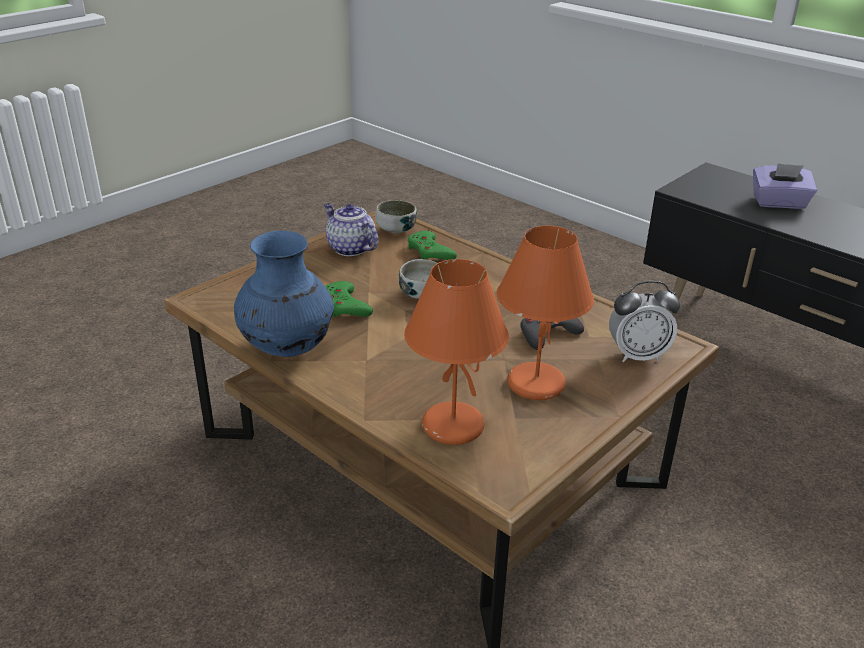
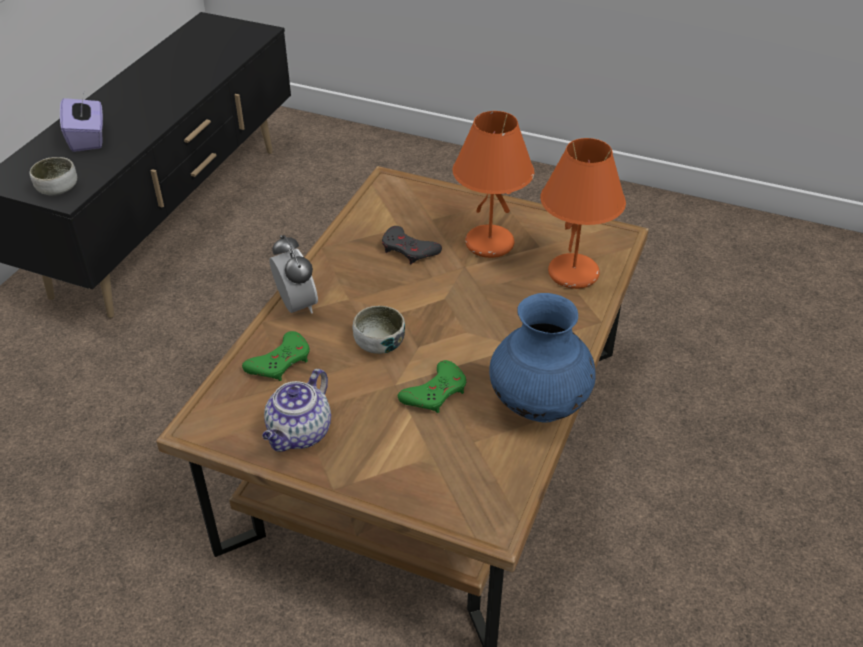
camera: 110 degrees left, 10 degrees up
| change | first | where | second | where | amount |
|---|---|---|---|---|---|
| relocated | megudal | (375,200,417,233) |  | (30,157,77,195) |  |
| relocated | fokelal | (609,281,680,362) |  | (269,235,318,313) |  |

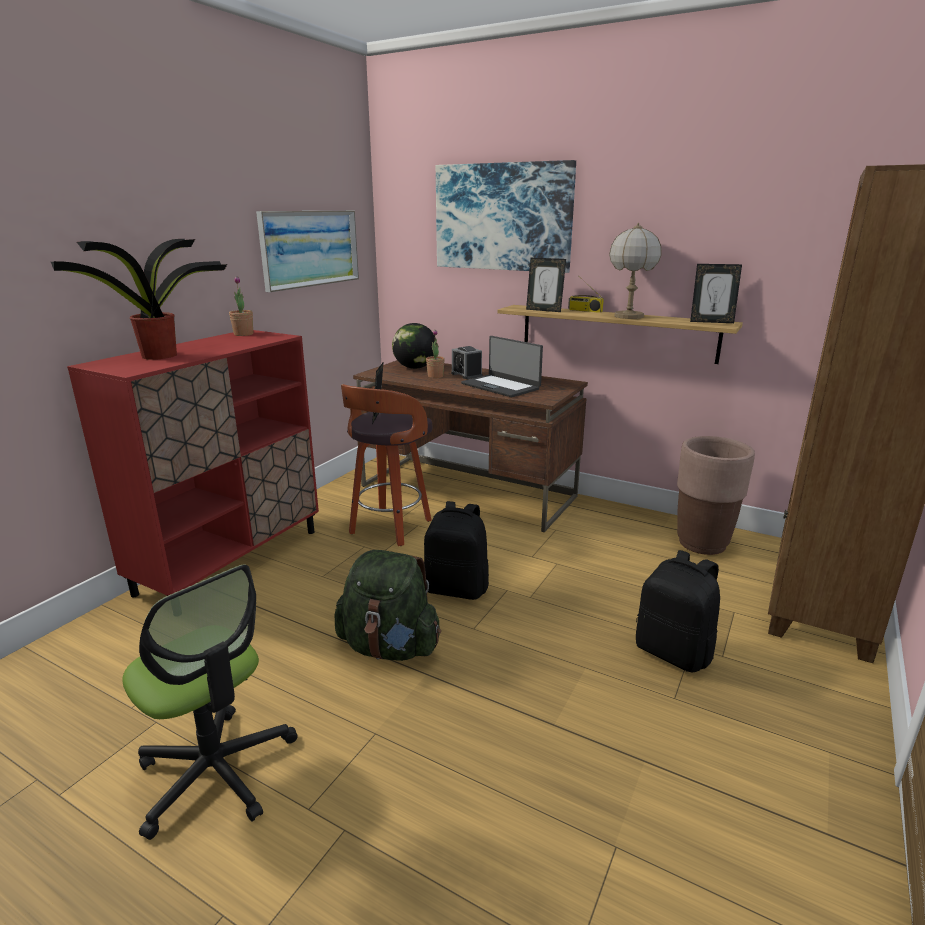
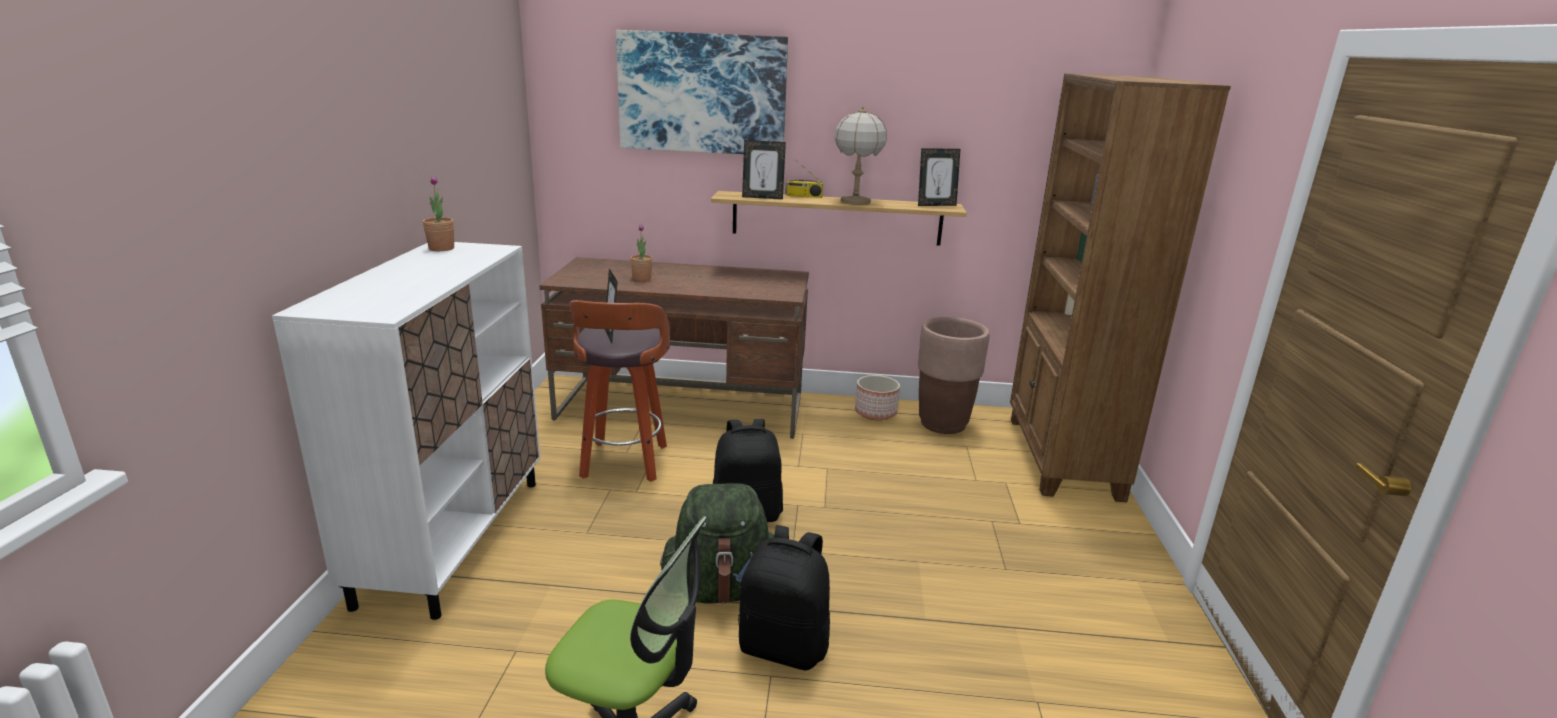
camera: 25 degrees left, 0 degrees up
| change | first | where | second | where | amount |
|---|---|---|---|---|---|
| missing | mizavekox | (256,211,359,292) |  |  |  |
| missing | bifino | (51,239,227,360) |  |  |  |
| missing | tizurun | (392,323,437,369) |  |  |  |
| colour | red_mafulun | (67,330,319,597) | white_mafulun | (272,242,540,620) |  |
| missing | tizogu | (461,336,543,397) |  |  |  |
| missing | fokelal | (451,346,482,379) |  |  |  |
| relocated | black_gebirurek | (636,550,720,673) |  | (738,525,830,670) |  |
| appeared |  |  | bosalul | (855,375,900,421) |  |

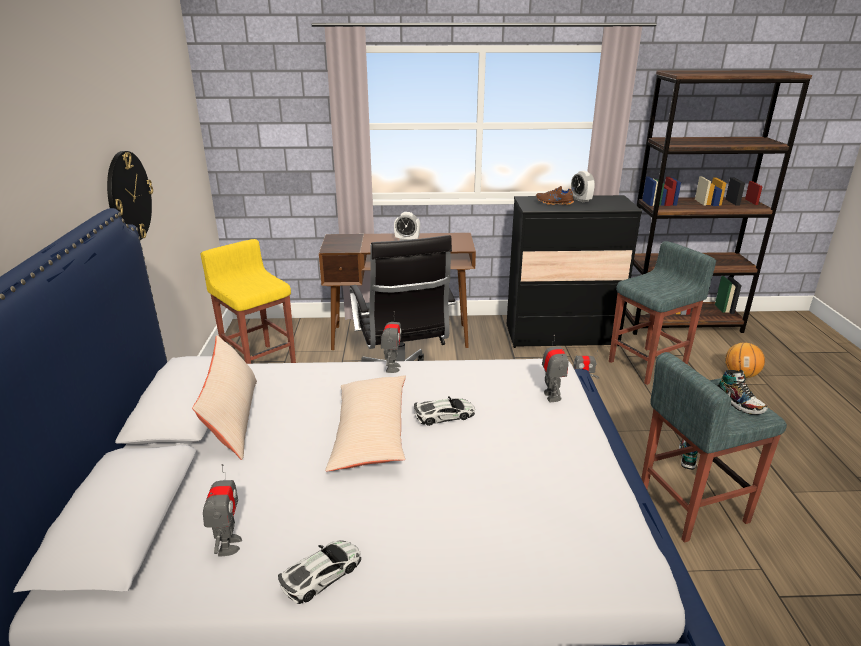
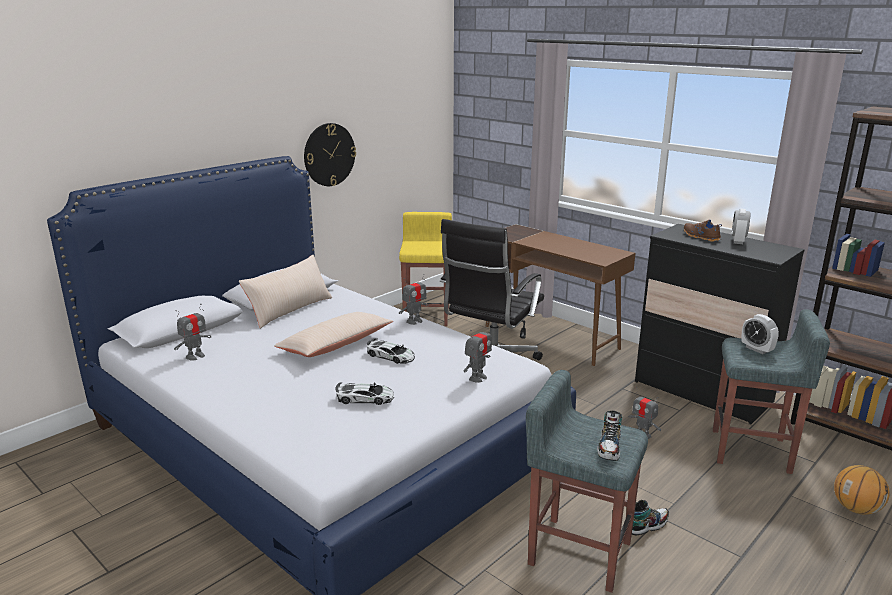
camera: 45 degrees right, 5 degrees down
| change | first | where | second | where | amount |
|---|---|---|---|---|---|
| relocated | fokelal | (394,212,420,241) |  | (741,314,779,354) |  |
| relocated | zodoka | (278,541,361,604) |  | (335,383,394,405) |  |

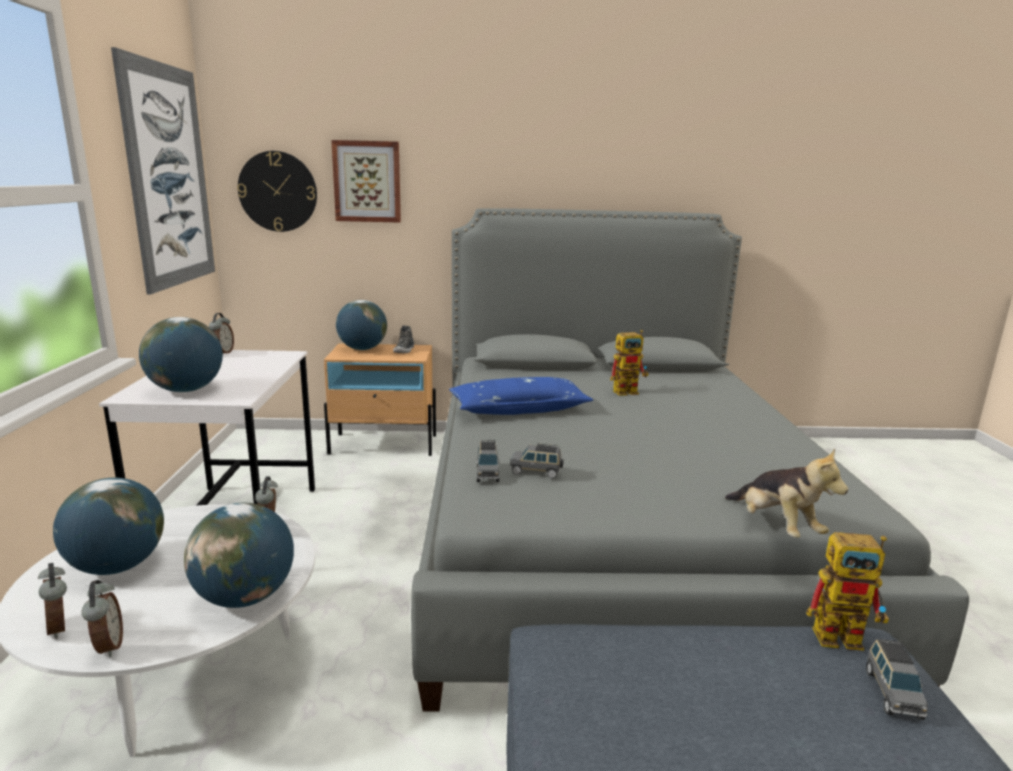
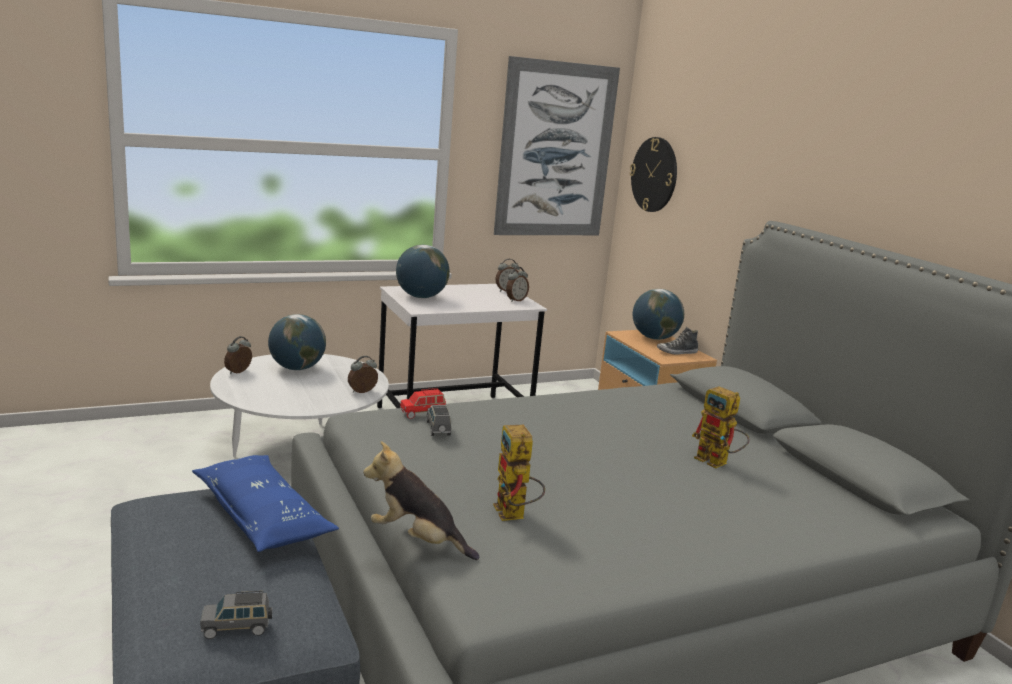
camera: 65 degrees right, 0 degrees up
| change | first | where | second | where | amount |
|---|---|---|---|---|---|
| missing | mizavekox | (331,140,401,223) |  |  |  |
| relocated | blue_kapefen | (449,377,593,415) |  | (192,455,339,552) |  |
| colour | grey_zodoka | (476,440,500,482) | red_zodoka | (400,388,446,419) |  |
| spun | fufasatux | (725,448,848,538) |  | (363,441,479,560) | 75 degrees clockwise |
| missing | tizurun | (184,503,294,608) |  |  |  |
| relocated | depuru | (806,532,889,651) |  | (493,425,545,521) |  |
| relocated | fokelal | (81,580,123,657) |  | (506,267,529,302) |  |

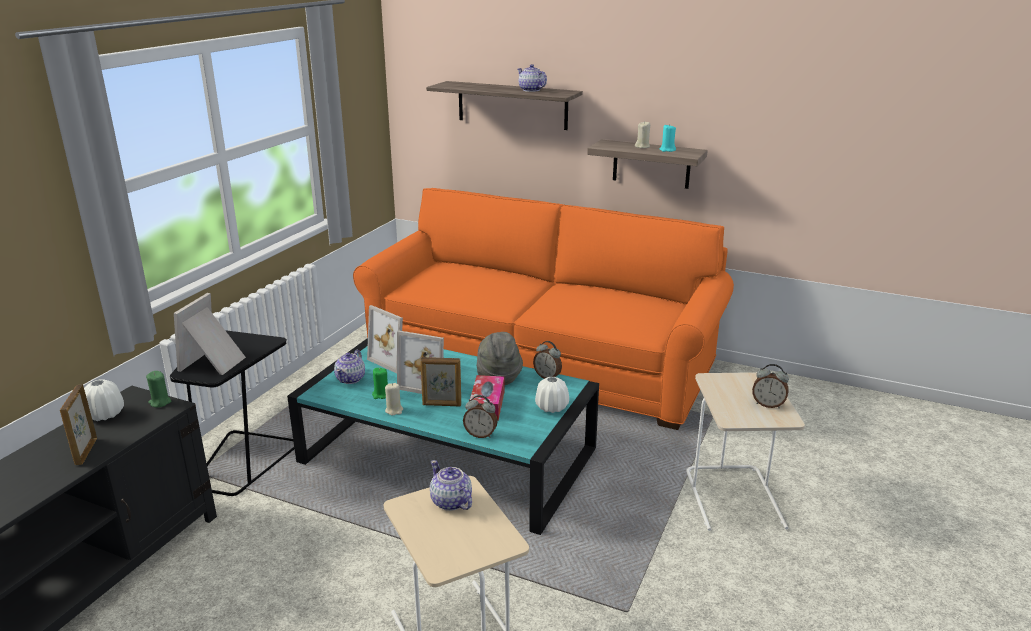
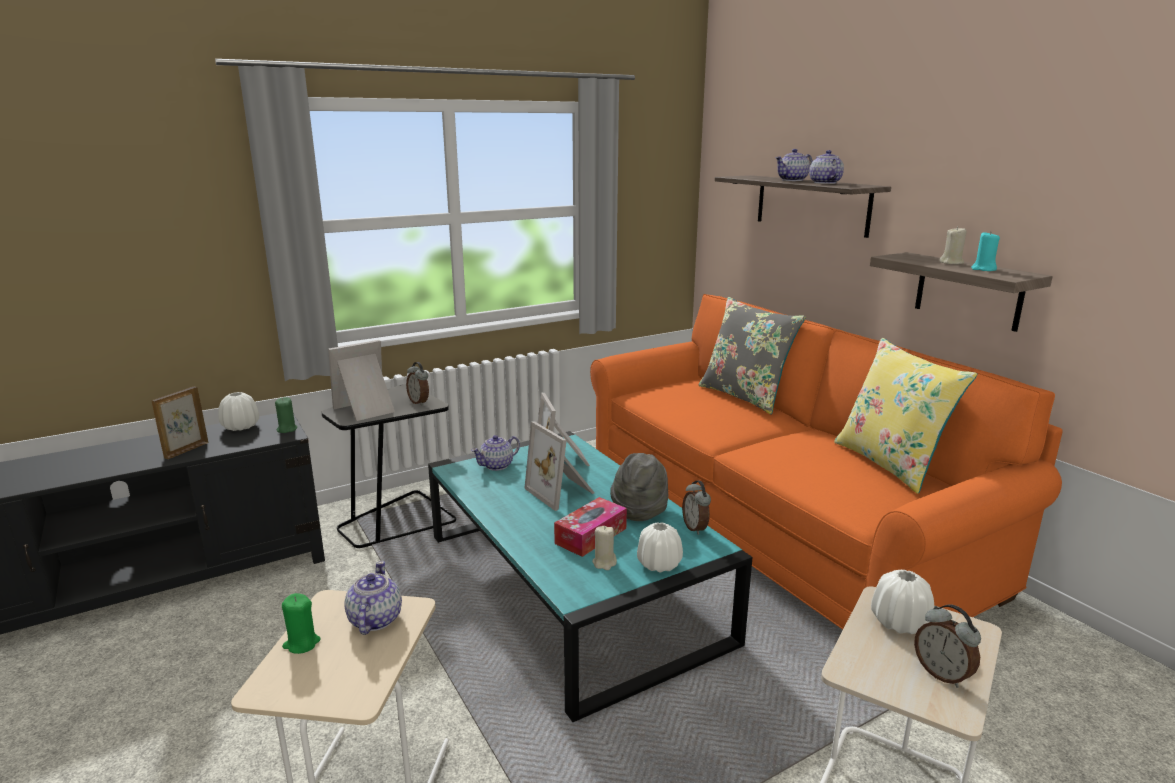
camera: 35 degrees right, 5 degrees down
| change | first | where | second | where | amount |
|---|---|---|---|---|---|
| missing | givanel | (420,357,461,407) |  |  |  |
| relocated | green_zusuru | (372,368,388,399) |  | (282,593,320,654) |  |
| relocated | beige_zusuru | (385,383,403,415) |  | (592,526,617,570) |  |
| relocated | fokelal | (463,395,498,438) |  | (406,362,429,406) |  |
| appeared |  |  | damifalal | (775,149,813,181) |  |
| appeared |  |  | grey_kapefen | (699,297,806,415) |  |
| appeared |  |  | yellow_kapefen | (834,338,977,494) |  |
| appeared |  |  | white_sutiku | (871,570,934,634) |  |

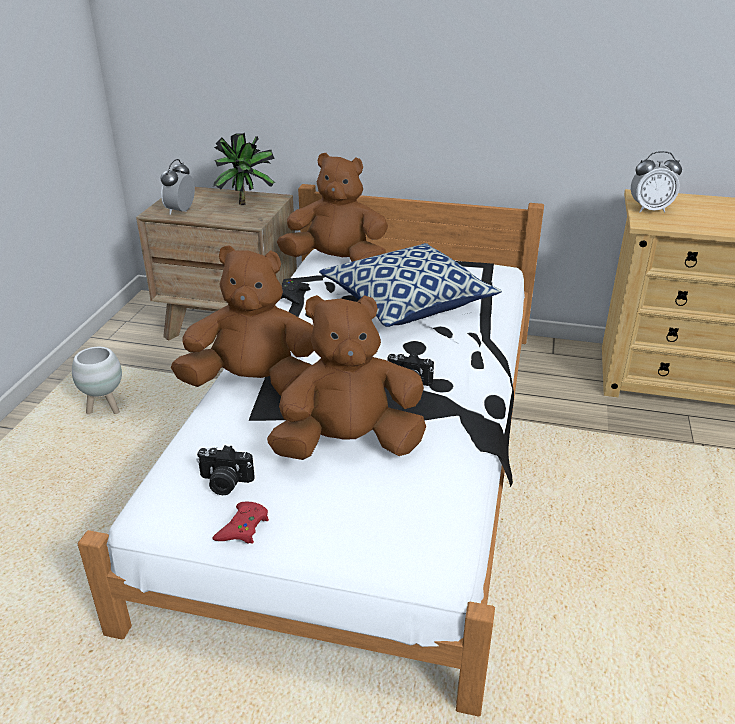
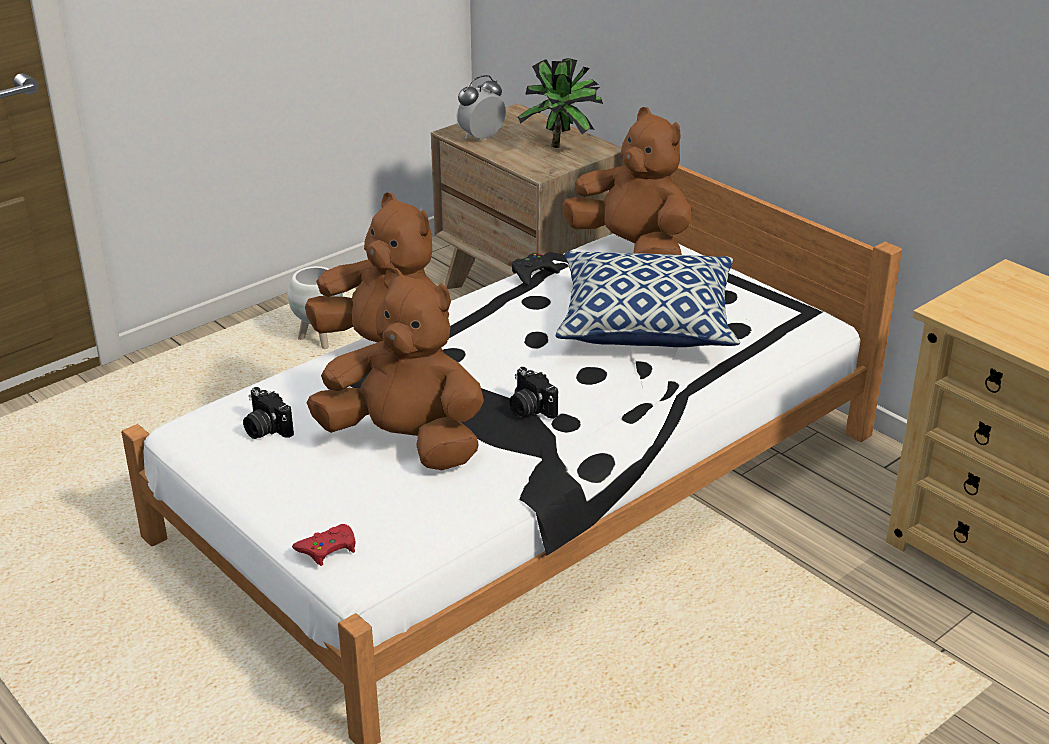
camera: 35 degrees right, 0 degrees up
| change | first | where | second | where | amount |
|---|---|---|---|---|---|
| missing | fokelal | (631,151,682,213) |  |  |  |
| relocated | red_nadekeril | (212,501,269,544) |  | (292,524,355,566) |  |

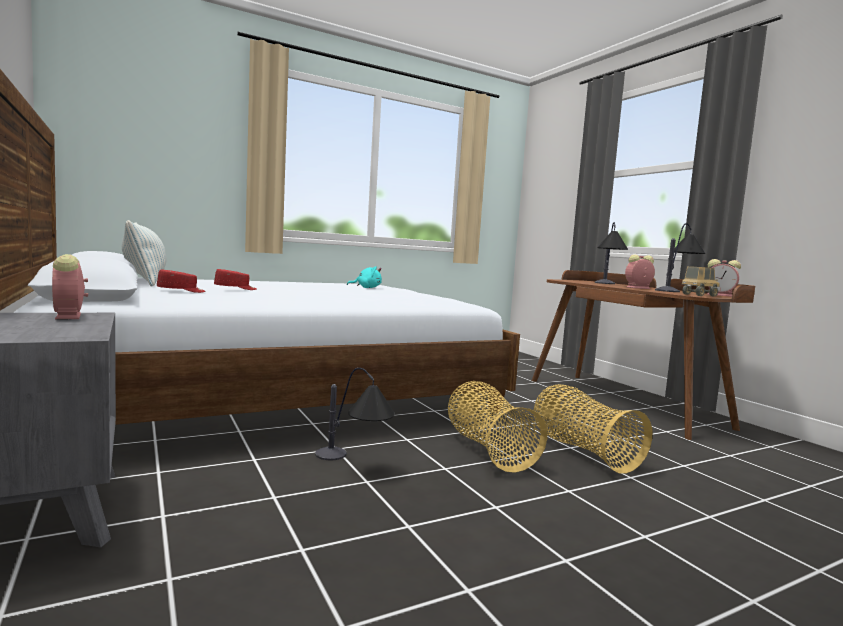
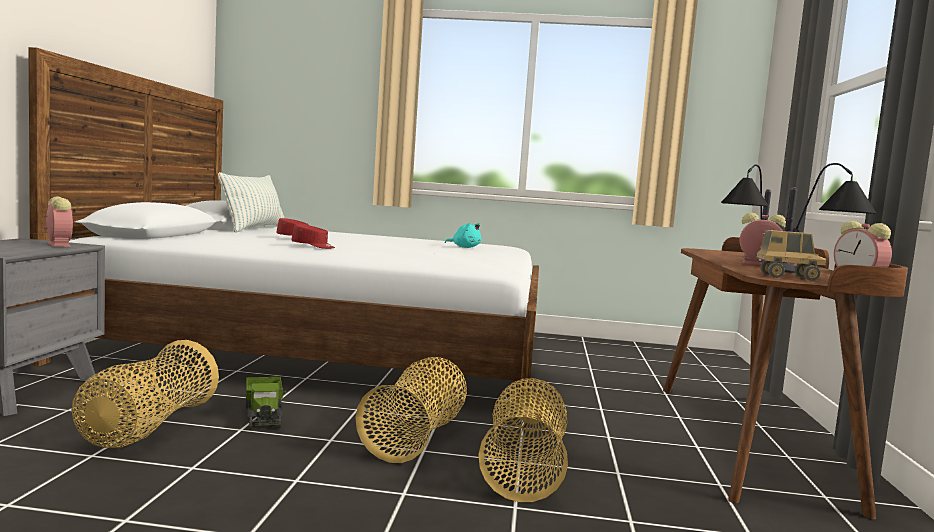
camera: 35 degrees right, 0 degrees up
| change | first | where | second | where | amount |
|---|---|---|---|---|---|
| spun | fokelal | (52,254,88,320) |  | (44,196,73,247) | 135 degrees clockwise |
| relocated | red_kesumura | (157,270,205,293) |  | (292,224,335,249) |  |
| exchanged | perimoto | (315,368,395,460) | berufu | (246,377,286,429) |  |
| appeared |  |  | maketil | (71,340,219,448) |  |

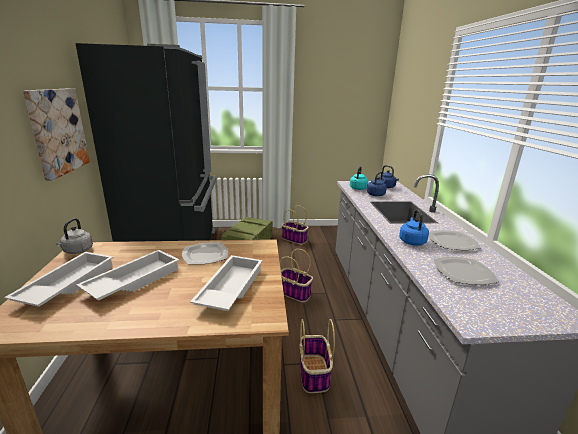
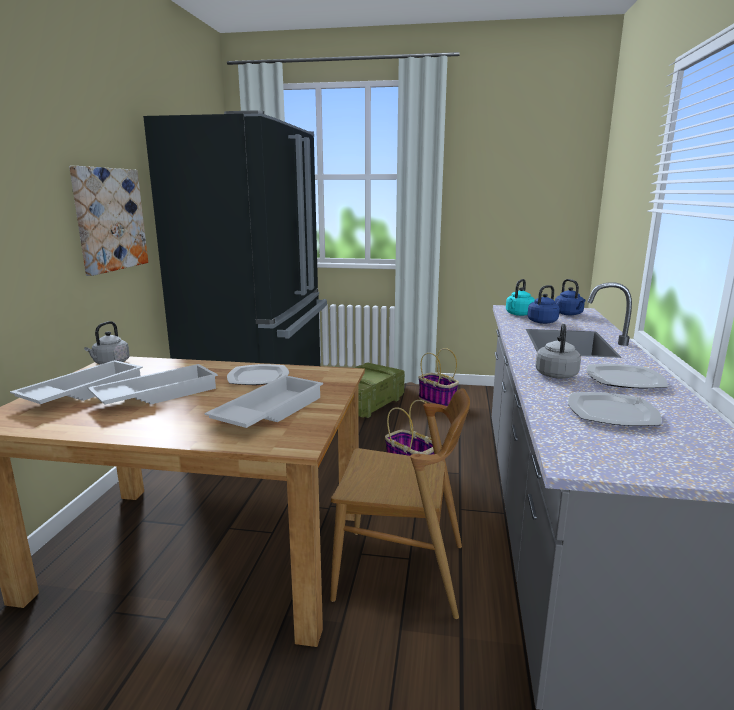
camera: 15 degrees right, 5 degrees down
| change | first | where | second | where | amount |
|---|---|---|---|---|---|
| colour | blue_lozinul | (399,210,429,246) | grey_lozinul | (535,324,581,379) |  |
| exchanged | maketil | (299,319,335,393) | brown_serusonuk | (330,388,470,619) |  |

